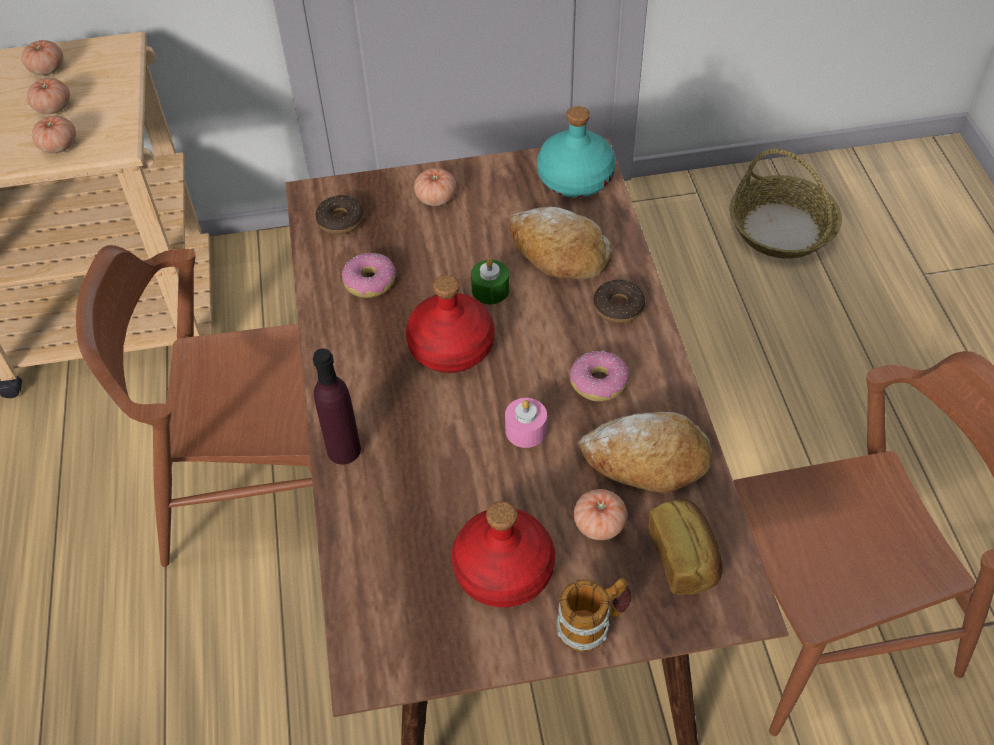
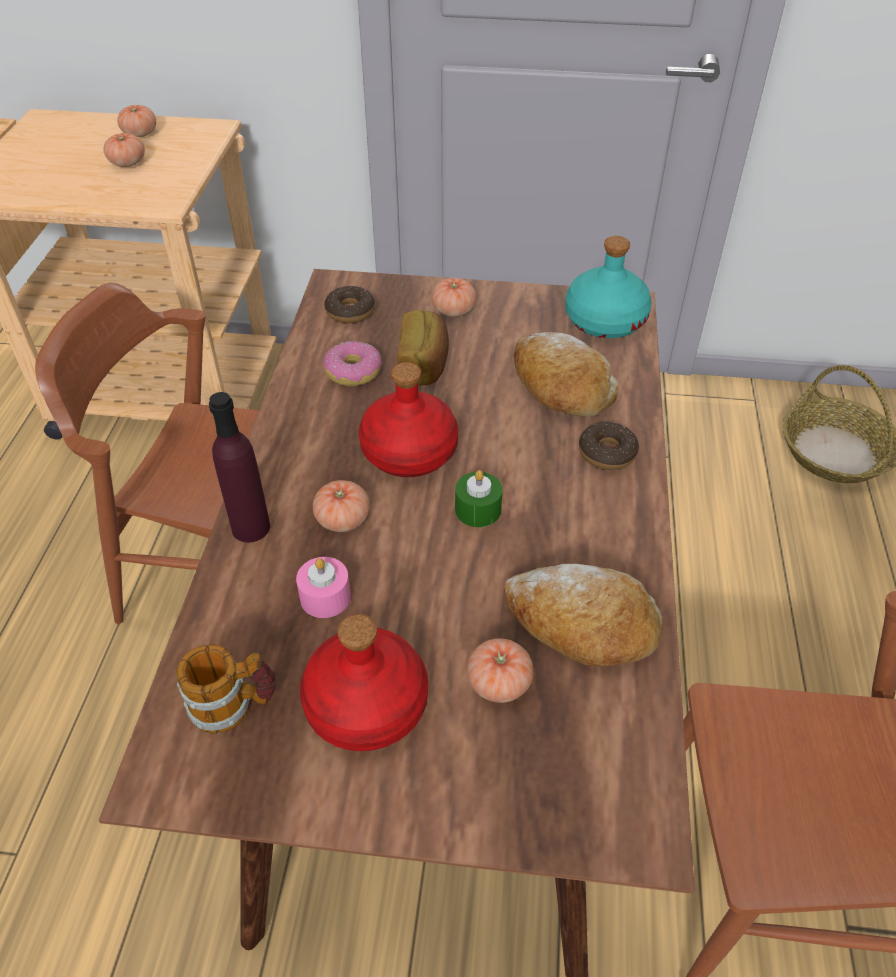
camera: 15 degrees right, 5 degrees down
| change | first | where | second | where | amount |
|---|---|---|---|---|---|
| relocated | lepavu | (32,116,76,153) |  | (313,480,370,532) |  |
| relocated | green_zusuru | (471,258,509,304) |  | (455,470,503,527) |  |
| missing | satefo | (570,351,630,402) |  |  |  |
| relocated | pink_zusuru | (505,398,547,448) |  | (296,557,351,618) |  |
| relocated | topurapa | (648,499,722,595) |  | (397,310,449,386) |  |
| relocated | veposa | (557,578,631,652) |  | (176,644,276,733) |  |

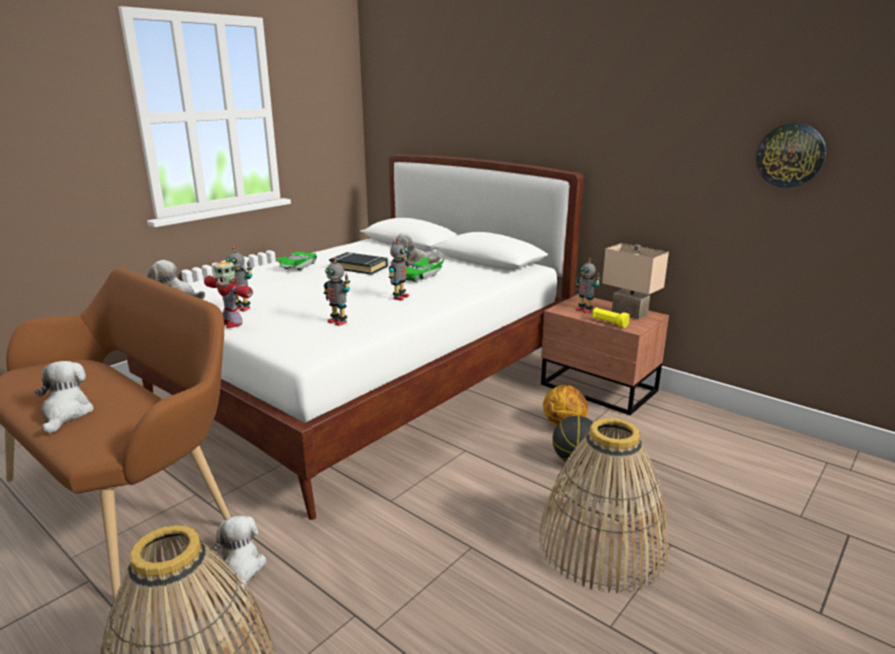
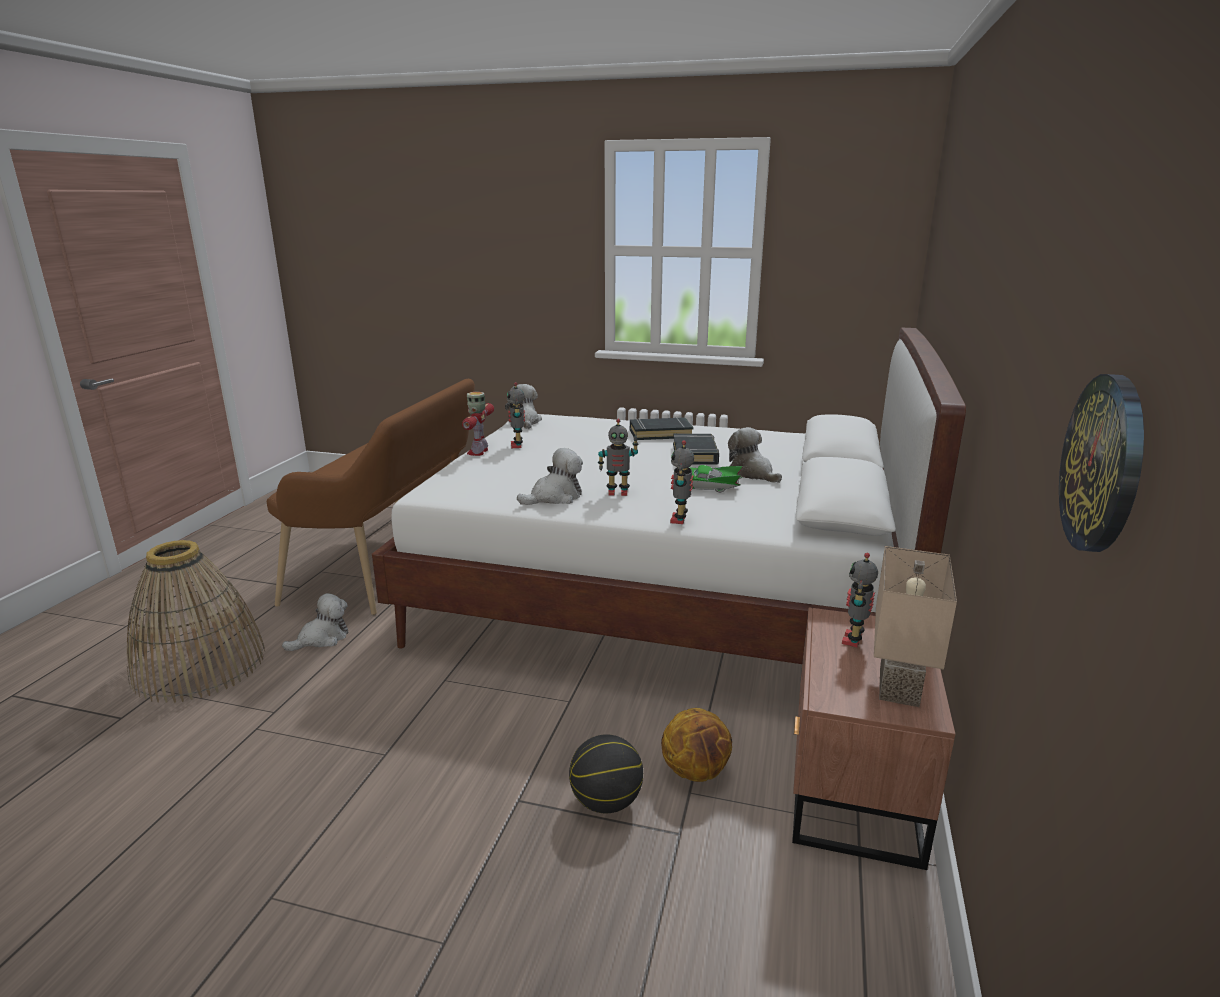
camera: 65 degrees right, 0 degrees up
| change | first | where | second | where | amount |
|---|---|---|---|---|---|
| exchanged | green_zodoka | (277,252,317,270) | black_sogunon | (630,417,694,440) |  |
| relocated | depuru | (324,257,350,326) |  | (670,440,694,524) |  |
| missing | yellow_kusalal | (592,307,630,328) |  |  |  |
| relocated | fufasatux | (35,361,94,434) |  | (517,448,583,505) |  |
| missing | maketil | (539,418,668,593) |  |  |  |

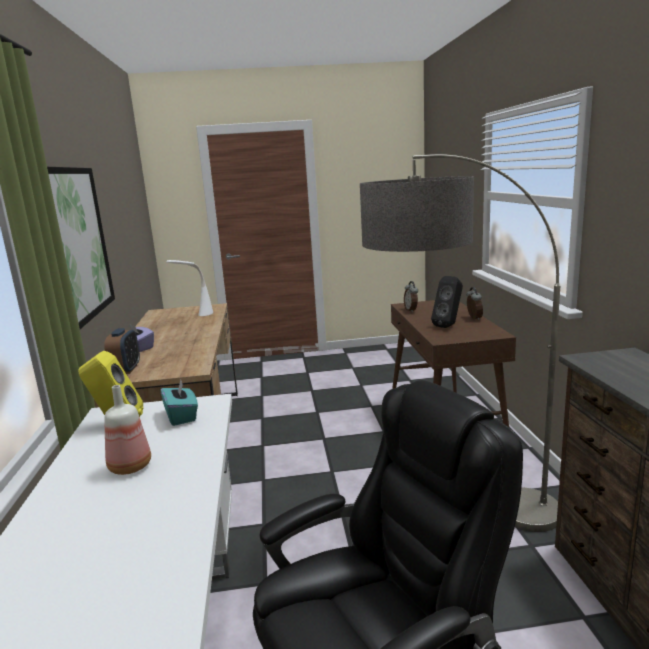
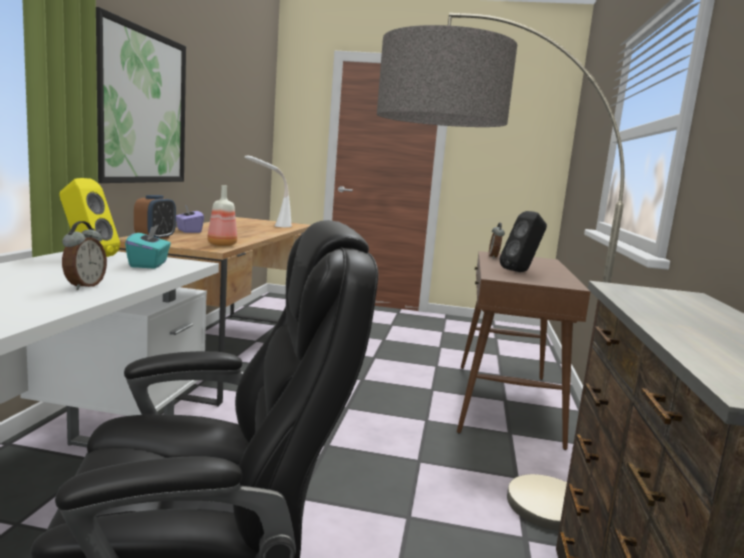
camera: 15 degrees right, 5 degrees down
| change | first | where | second | where | amount |
|---|---|---|---|---|---|
| relocated | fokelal | (466,287,483,320) |  | (62,221,107,290) |  |
| relocated | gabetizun | (104,385,151,475) |  | (207,185,237,246) |  |

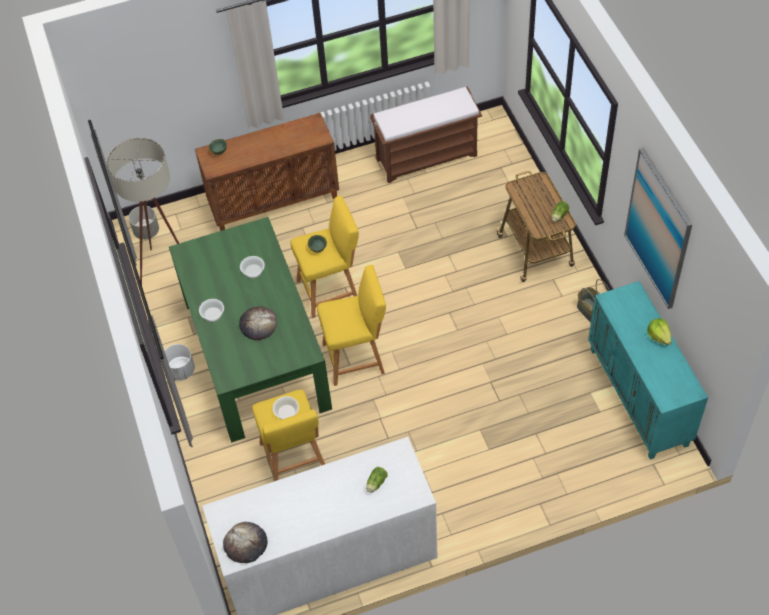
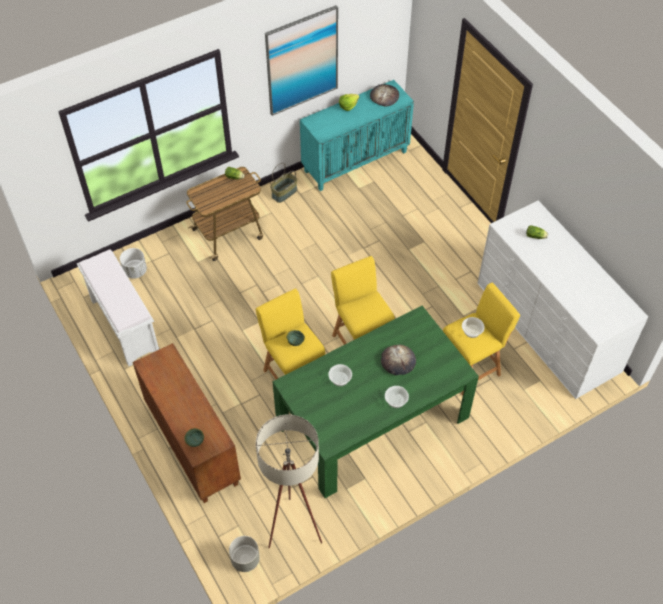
camera: 105 degrees left, 0 degrees up
| change | first | where | second | where | amount |
|---|---|---|---|---|---|
| colour | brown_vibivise | (370,86,482,183) | white_vibivise | (77,249,159,366) |  |
| relocated | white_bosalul | (165,344,195,380) |  | (120,248,147,279) |  |
| relocated | topurapa | (223,522,268,563) |  | (370,84,399,107) |  |

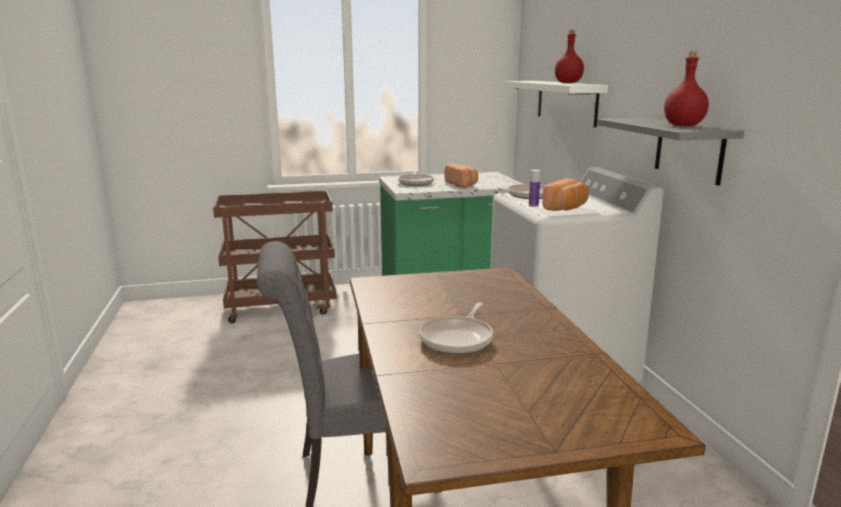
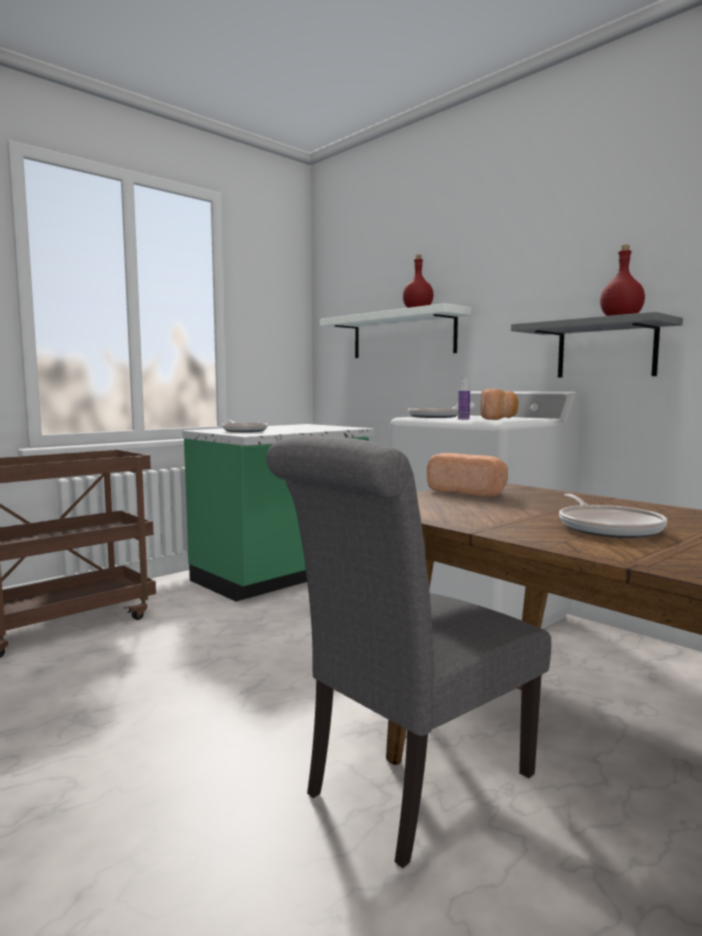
camera: 30 degrees left, 10 degrees down
| change | first | where | second | where | amount |
|---|---|---|---|---|---|
| relocated | topurapa | (444,164,478,188) |  | (427,453,508,497) |  |

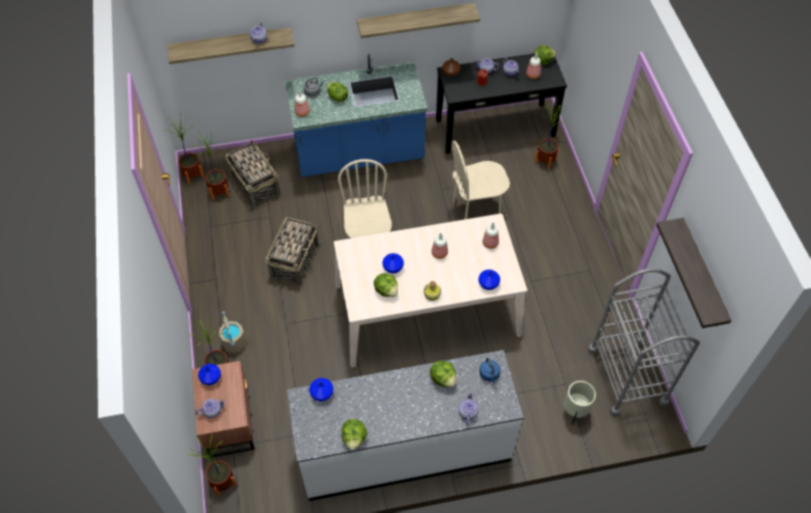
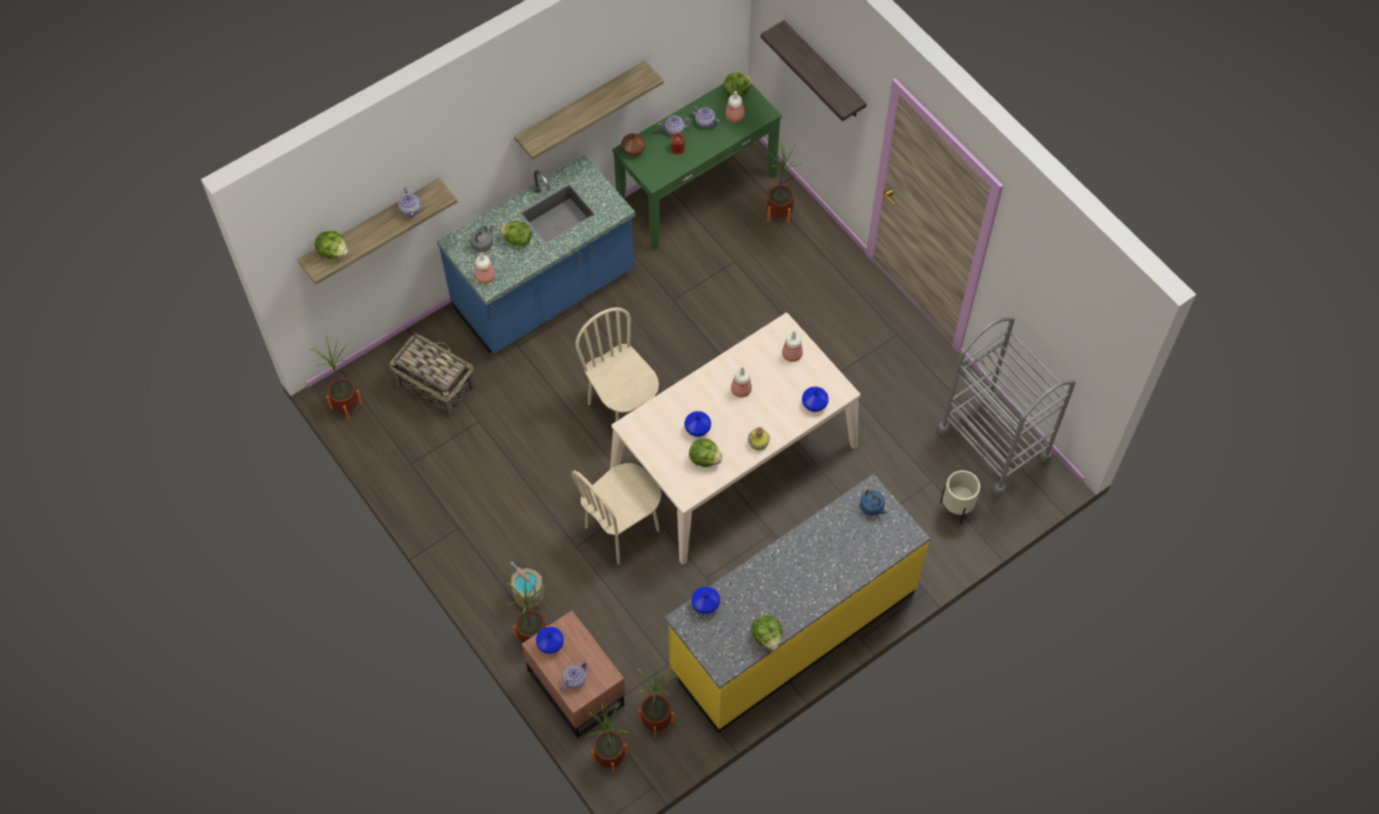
camera: 25 degrees left, 5 degrees up
| change | first | where | second | where | amount |
|---|---|---|---|---|---|
| colour | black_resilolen | (436,54,567,154) | green_resilolen | (612,84,782,251) |  |
| relocated | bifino | (195,132,229,200) |  | (636,663,676,738) |  |
| relocated | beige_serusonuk | (452,141,510,219) |  | (572,463,662,564) |  |
| missing | maketil | (265,217,319,286) |  |  |  |
| relocated | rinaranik | (656,218,732,328) |  | (761,20,867,121) |  |
| colour | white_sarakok | (287,350,524,501) | yellow_sarakok | (664,474,931,733) |  |
| relocated | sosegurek | (430,360,456,388) |  | (314,231,348,260) |  |
| missing | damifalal | (459,391,479,425) |  |  |  |

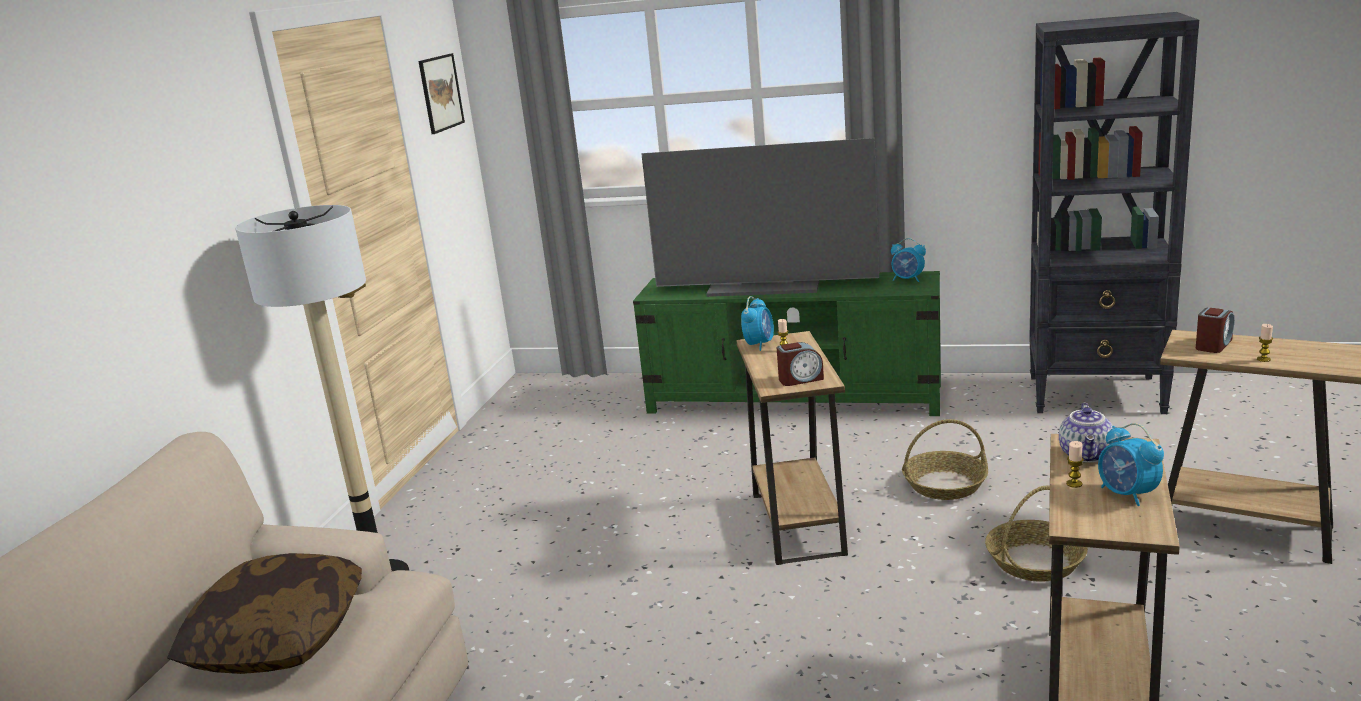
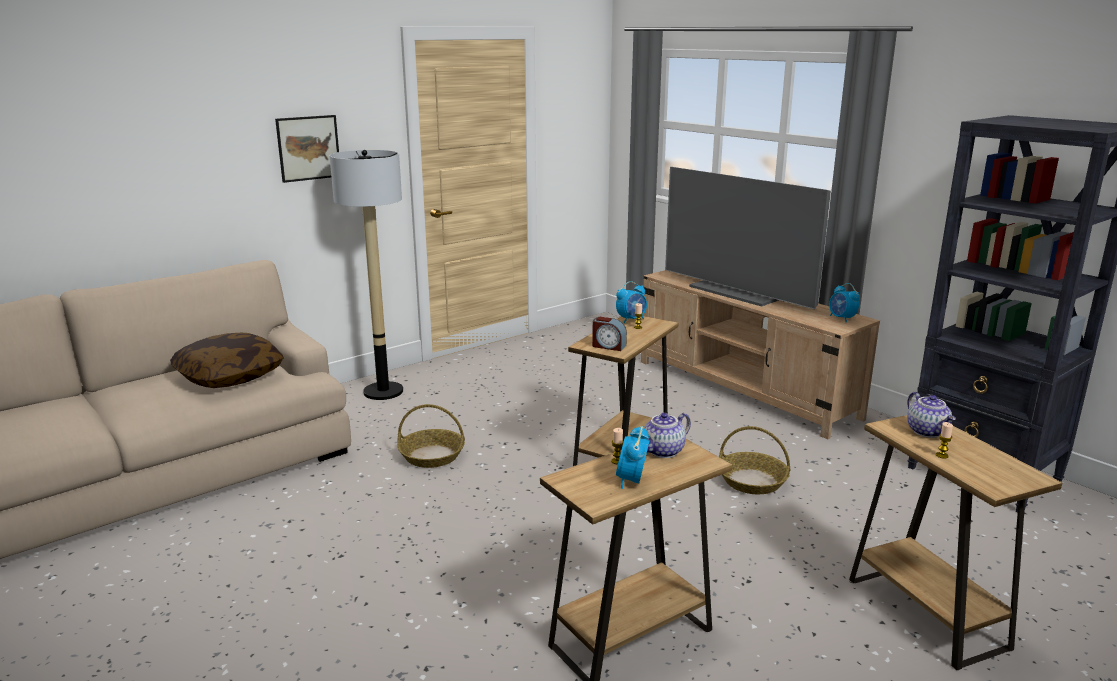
camera: 35 degrees right, 0 degrees up
| change | first | where | second | where | amount |
|---|---|---|---|---|---|
| relocated | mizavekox | (418,53,465,134) |  | (275,115,339,183) |  |
| colour | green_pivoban | (633,271,941,416) | beige_pivoban | (641,270,880,439) |  |
| exchanged | fokelal | (1196,308,1234,353) | damifalal | (907,392,956,438) |  |
| relocated | maketil | (985,486,1088,581) |  | (397,404,465,468) |  |

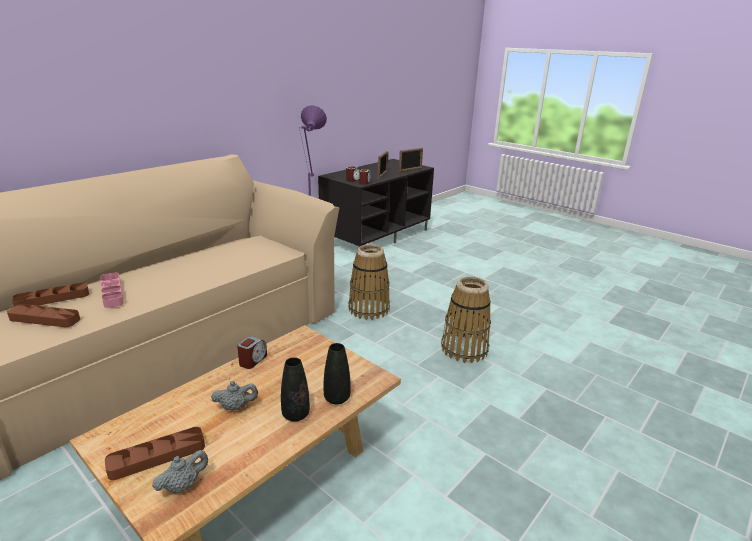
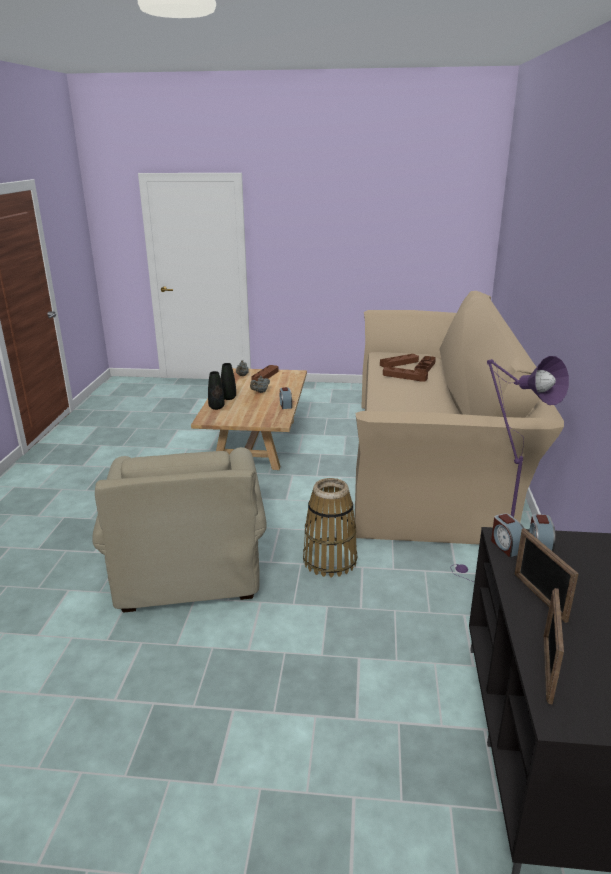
camera: 145 degrees right, 0 degrees up
| change | first | where | second | where | amount |
|---|---|---|---|---|---|
| colour | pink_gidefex | (100,273,124,308) | brown_gidefex | (383,367,428,382) |  |
| exchanged | maketil | (441,277,491,363) | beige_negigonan | (92,447,267,613) |  |

